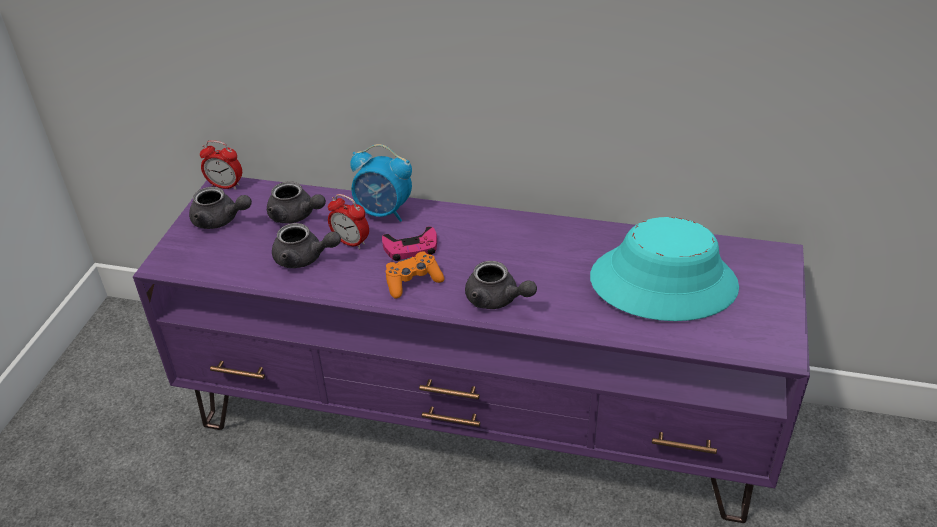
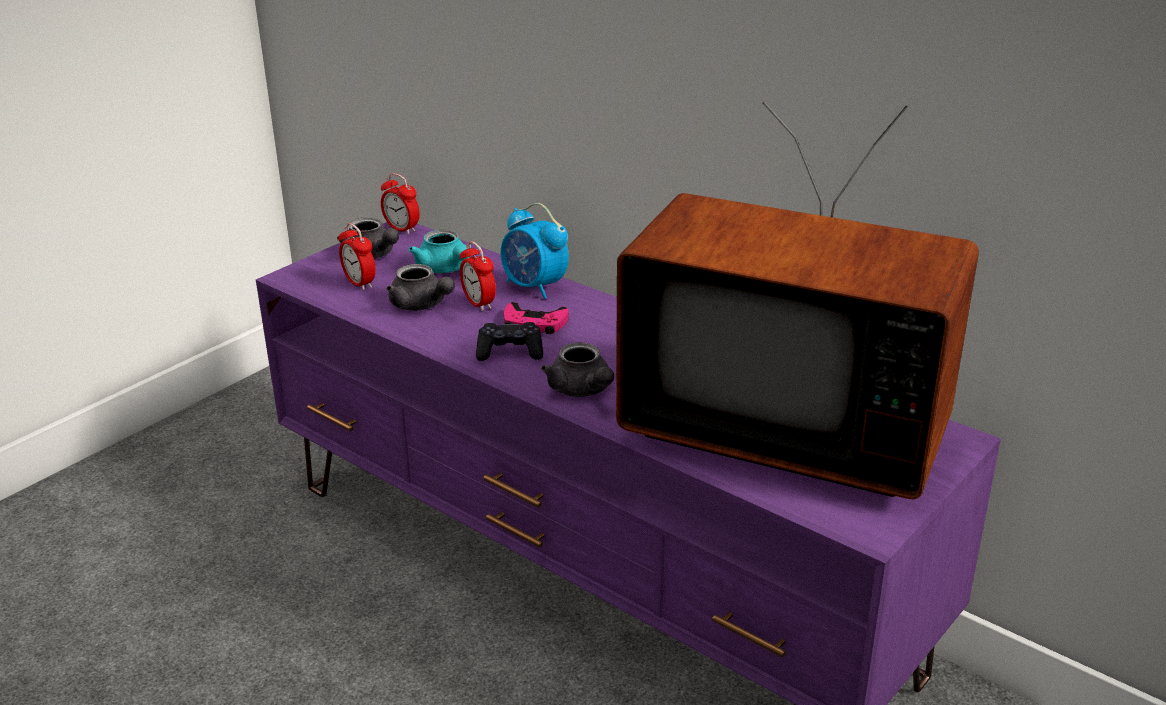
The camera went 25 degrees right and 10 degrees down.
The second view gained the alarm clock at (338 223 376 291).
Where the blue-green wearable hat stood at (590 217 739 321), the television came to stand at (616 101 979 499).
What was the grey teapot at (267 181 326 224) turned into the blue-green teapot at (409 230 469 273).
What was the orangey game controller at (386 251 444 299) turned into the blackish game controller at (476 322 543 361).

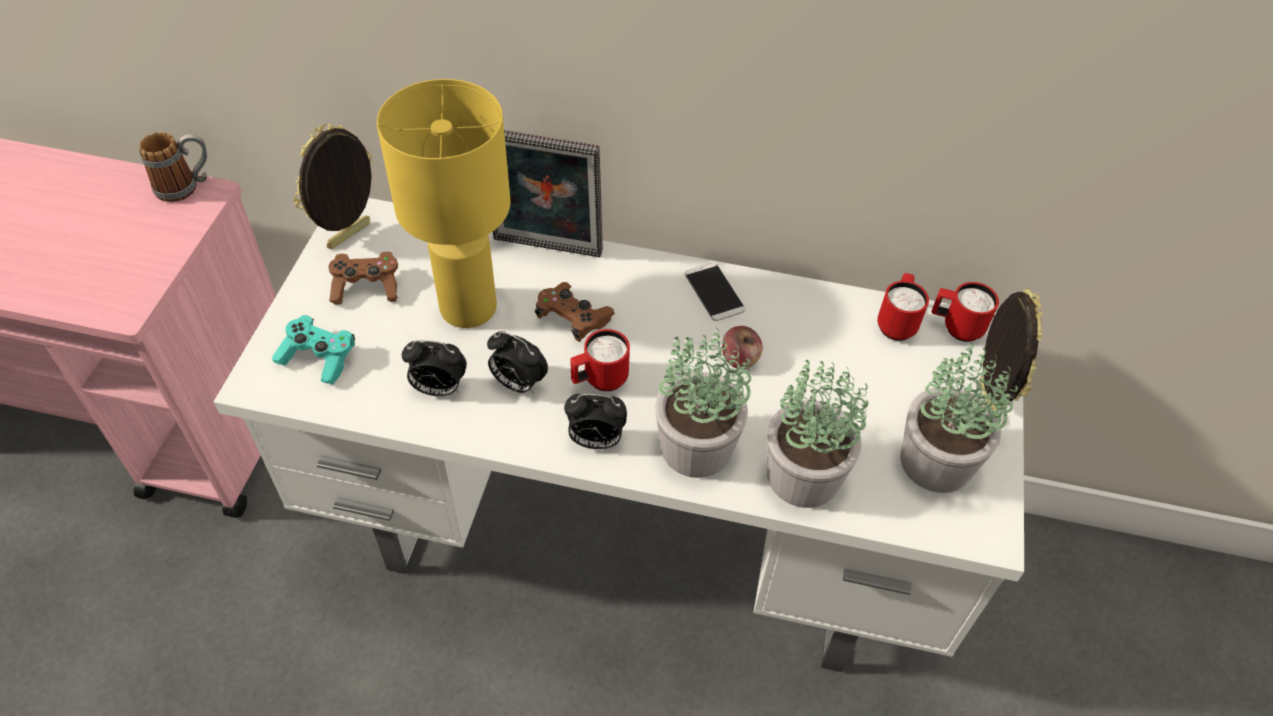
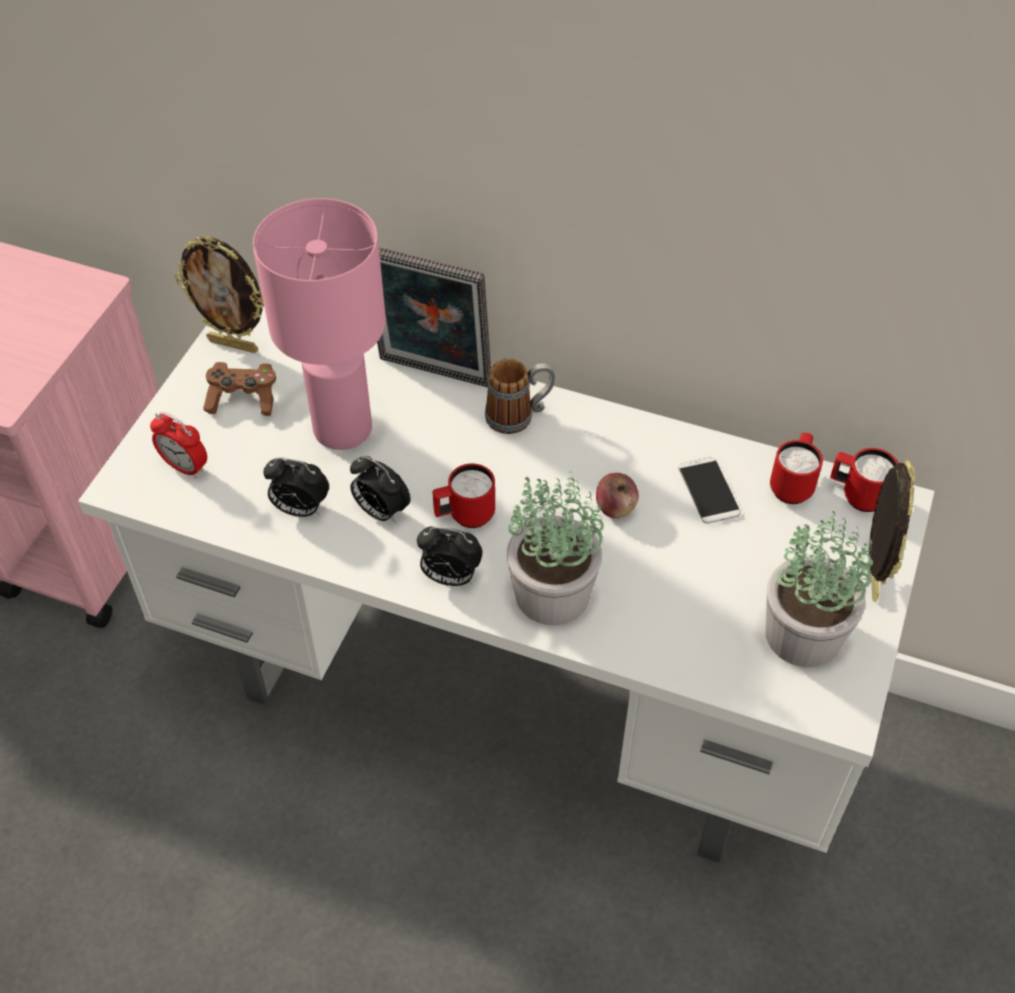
The camera went 10 degrees right and 0 degrees up.
The second view lost the brownish game controller at (535 282 615 342).
The second view lost the plant in a pot at (767 360 869 508).
The coffee mug ended up elsewhere, having gone from (139 132 207 202) to (485 359 555 434).
The phone ended up elsewhere, having gone from (685 263 745 321) to (678 457 741 524).
Where the blue-green game controller stood at (272 315 355 385), the alarm clock came to stand at (150 412 207 478).
What was the yellowish tabletop lamp at (377 79 511 328) turned into the pink tabletop lamp at (253 198 386 450).
The photo frame at (294 124 372 249) ended up facing another way, 120 degrees counterclockwise from before.

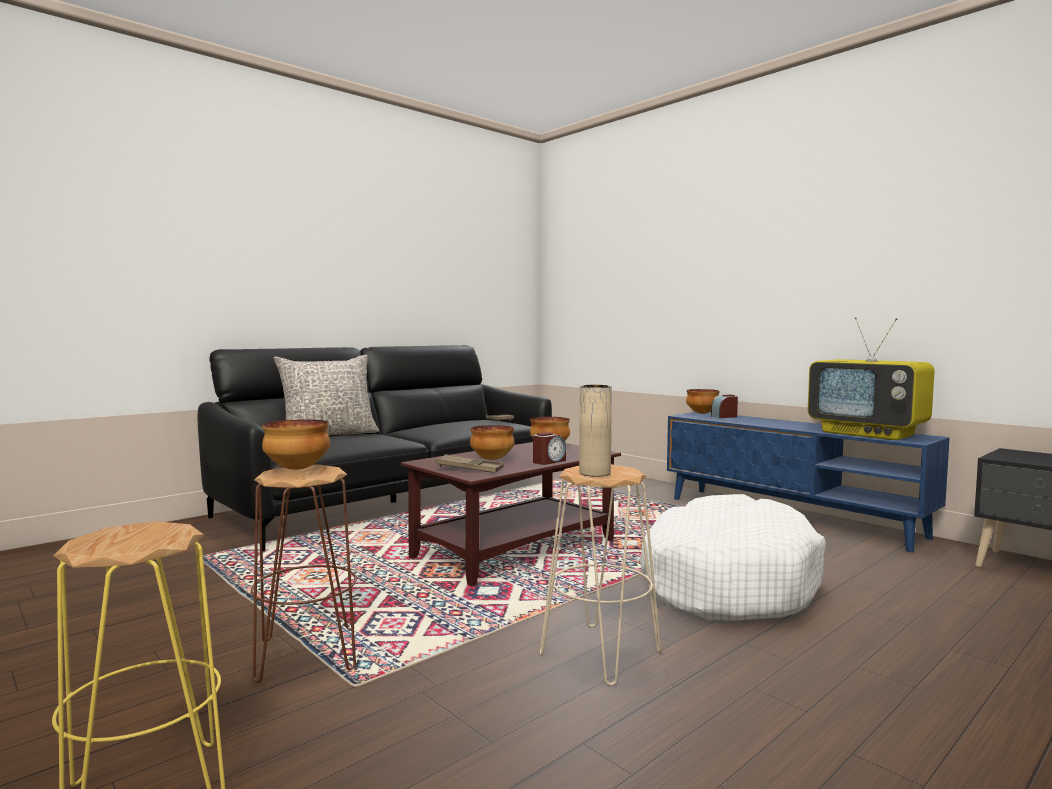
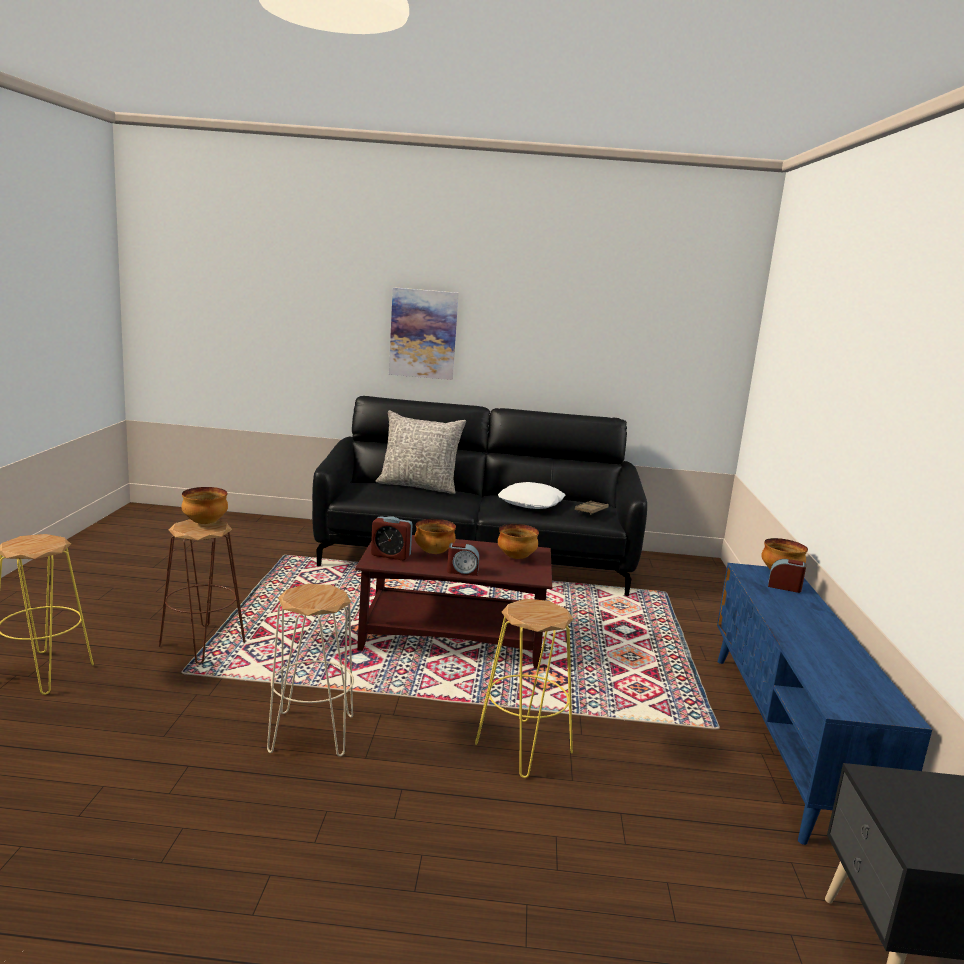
The camera went 45 degrees right and 10 degrees up.
The second view lost the beige decorative vase at (579 385 612 477).
The second view lost the television at (808 317 934 440).
The second view gained the picture at (389 287 459 380).
The second view gained the white-coloured pillow at (498 482 566 509).
Where the brownish serving tray stood at (435 454 503 472), the alarm clock came to stand at (371 516 413 560).
Where the white-coloured dog cushion stood at (640 494 826 621), the yellowish sitting stool came to stand at (475 599 573 778).

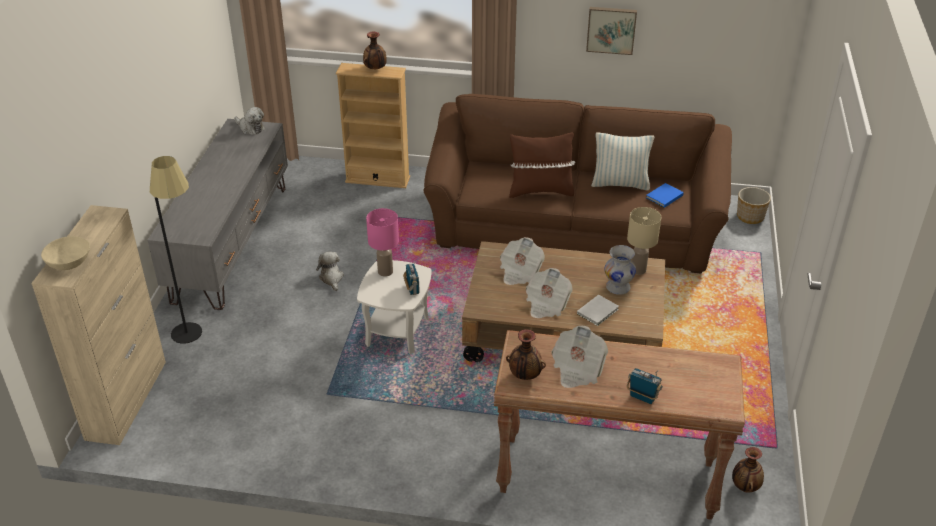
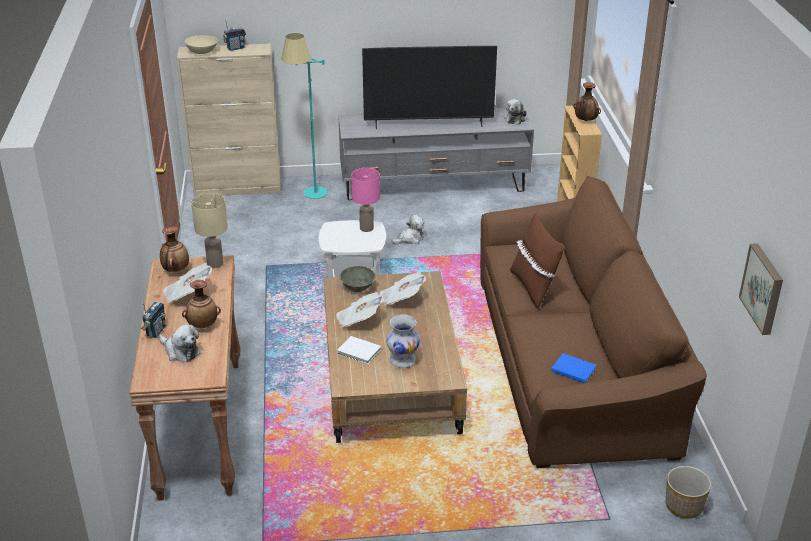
The camera went 75 degrees right and 5 degrees down.
The second view lost the pillow at (591 132 654 190).
The second view gained the cuddly toy at (159 324 201 363).
The second view gained the grey bowl at (340 266 376 293).
The second view gained the television at (362 46 497 129).
The radio ended up elsewhere, having gone from (403 264 419 295) to (224 20 246 51).
The picture ended up elsewhere, having gone from (586 7 637 55) to (739 243 783 335).
The beige tabletop lamp ended up elsewhere, having gone from (627 207 661 275) to (191 193 228 268).
The decorative vase ended up elsewhere, having gone from (732 447 764 493) to (182 280 221 328).
What was the blackish floor lamp at (150 156 202 344) turned into the blue-green floor lamp at (281 33 328 199).

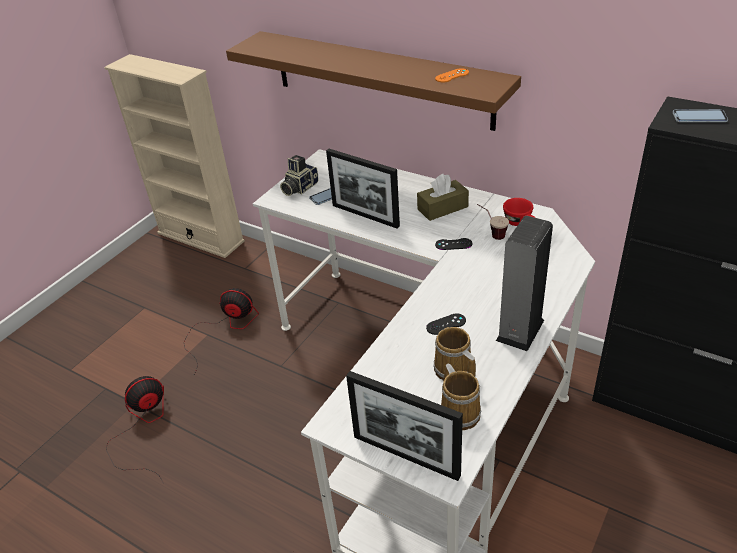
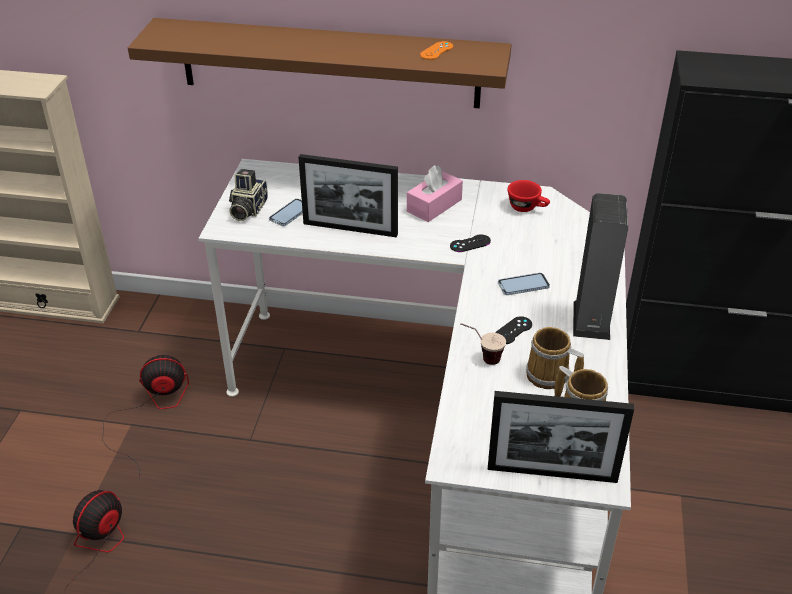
The camera went 25 degrees left and 0 degrees up.
The drinking cup ended up elsewhere, having gone from (477 204 509 240) to (460 323 506 365).
The phone ended up elsewhere, having gone from (673 109 728 122) to (498 273 550 295).
What was the brownish box of tissues at (417 174 469 221) turned into the pink box of tissues at (407 165 463 222).

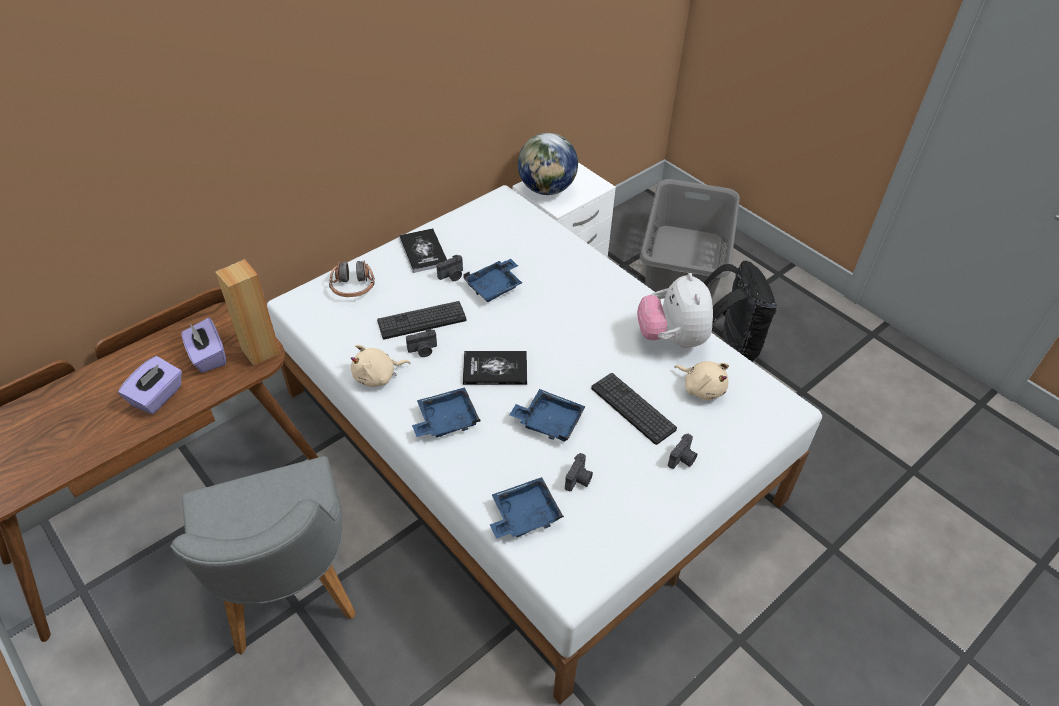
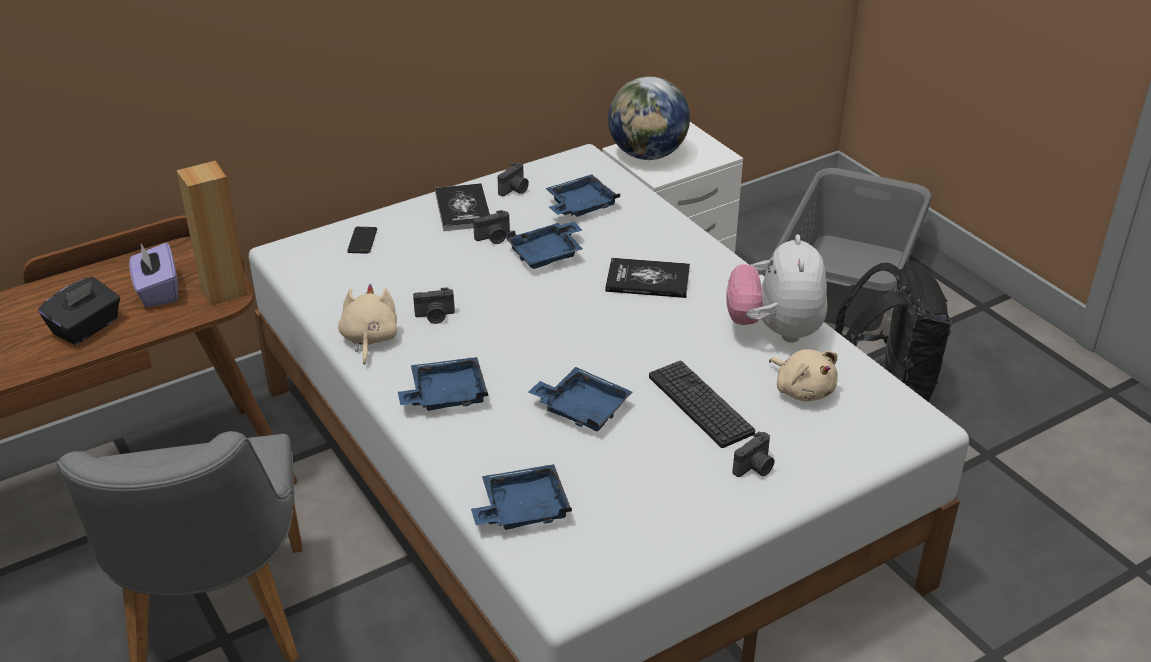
The camera went 10 degrees right and 10 degrees down.
The second view lost the PC keyboard at (377 301 466 339).
The second view gained the blue serving tray at (545 175 620 217).
The bound book ended up elsewhere, having gone from (463 351 527 385) to (605 258 690 298).
The still camera ended up elsewhere, having gone from (565 453 593 492) to (498 162 529 196).
Where the headset stood at (329 260 375 297), the phone came to stand at (347 227 377 254).
What was the purplish box of tissues at (118 356 182 414) turned into the blackish box of tissues at (38 277 120 345).
The beige cuddly toy at (351 344 411 387) ended up facing another way, 105 degrees clockwise from before.

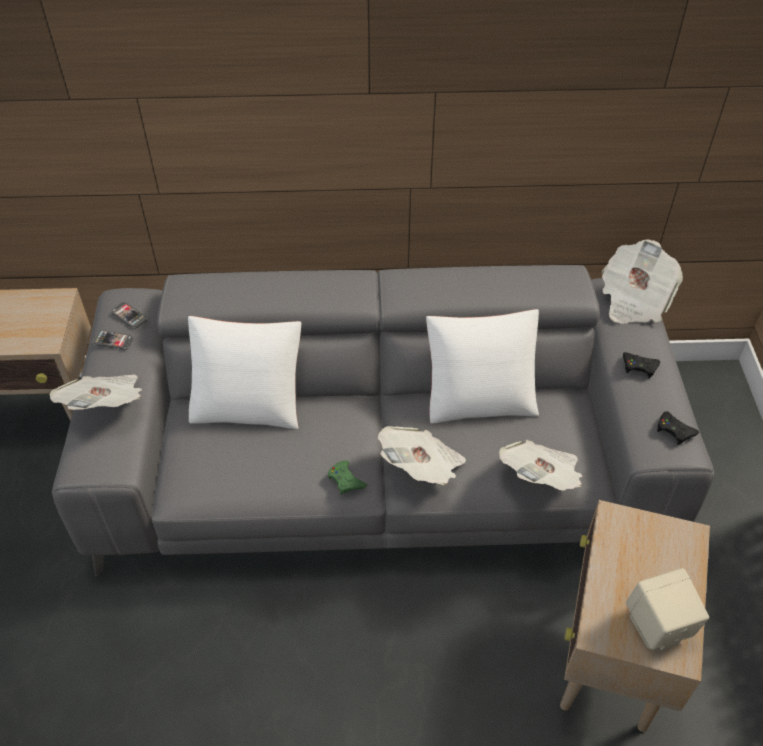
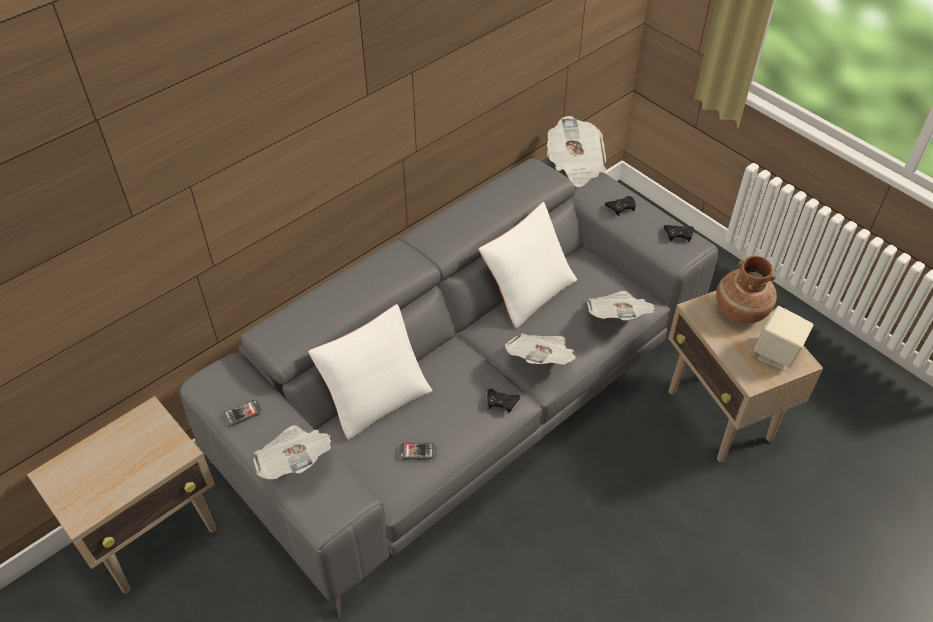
The camera went 40 degrees left and 0 degrees up.
The second view gained the brownish decorative vase at (716 256 777 324).
The phone ended up elsewhere, having gone from (111 302 147 329) to (399 442 436 460).
What was the green game controller at (328 461 367 495) turned into the blackish game controller at (487 388 520 413).

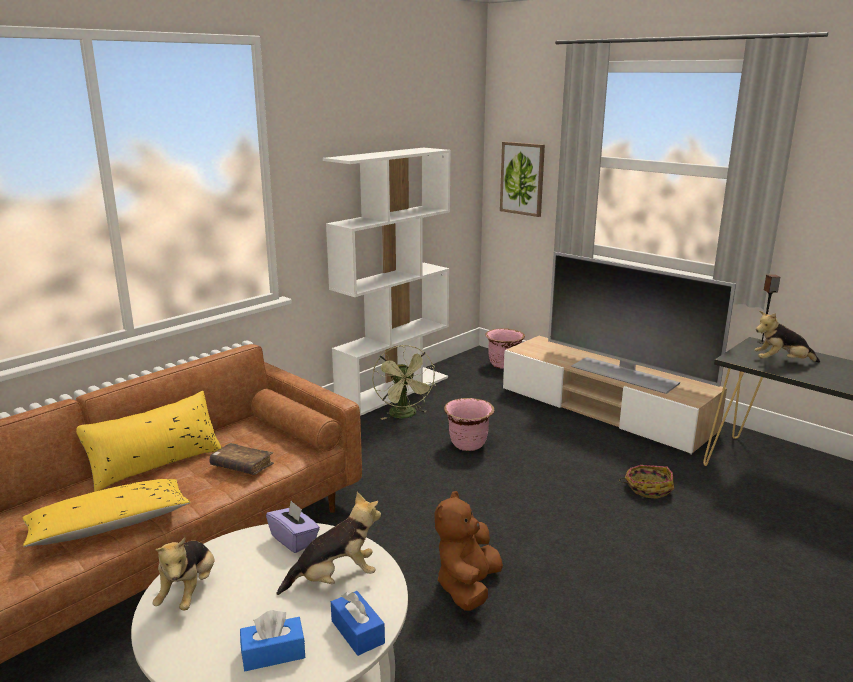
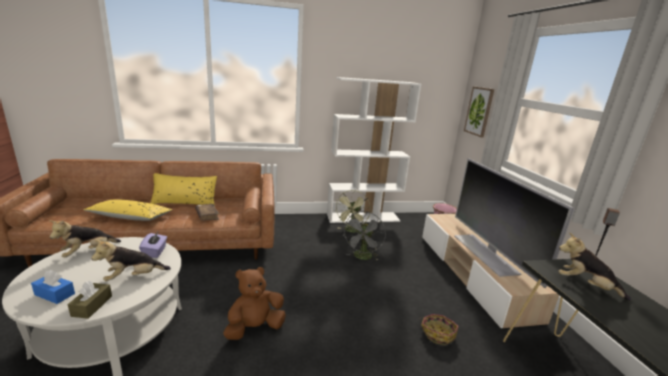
The camera went 35 degrees right and 0 degrees up.
Where the pink flower pot stood at (444 398 494 451), the grey fan came to stand at (342 211 386 260).
What was the blue box of tissues at (331 591 385 656) turned into the brownish box of tissues at (68 281 112 319).
The cuddly toy at (277 492 381 595) ended up facing another way, 135 degrees clockwise from before.

